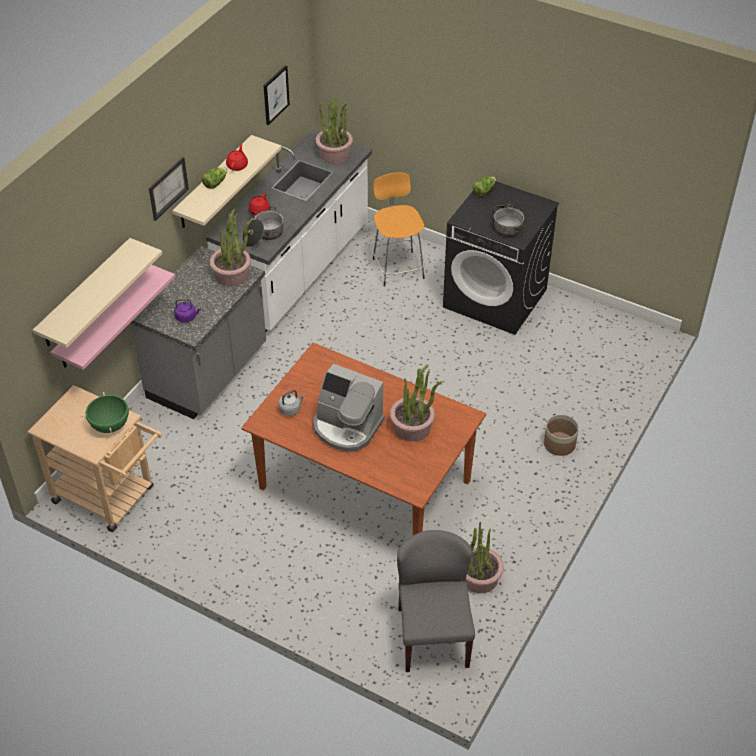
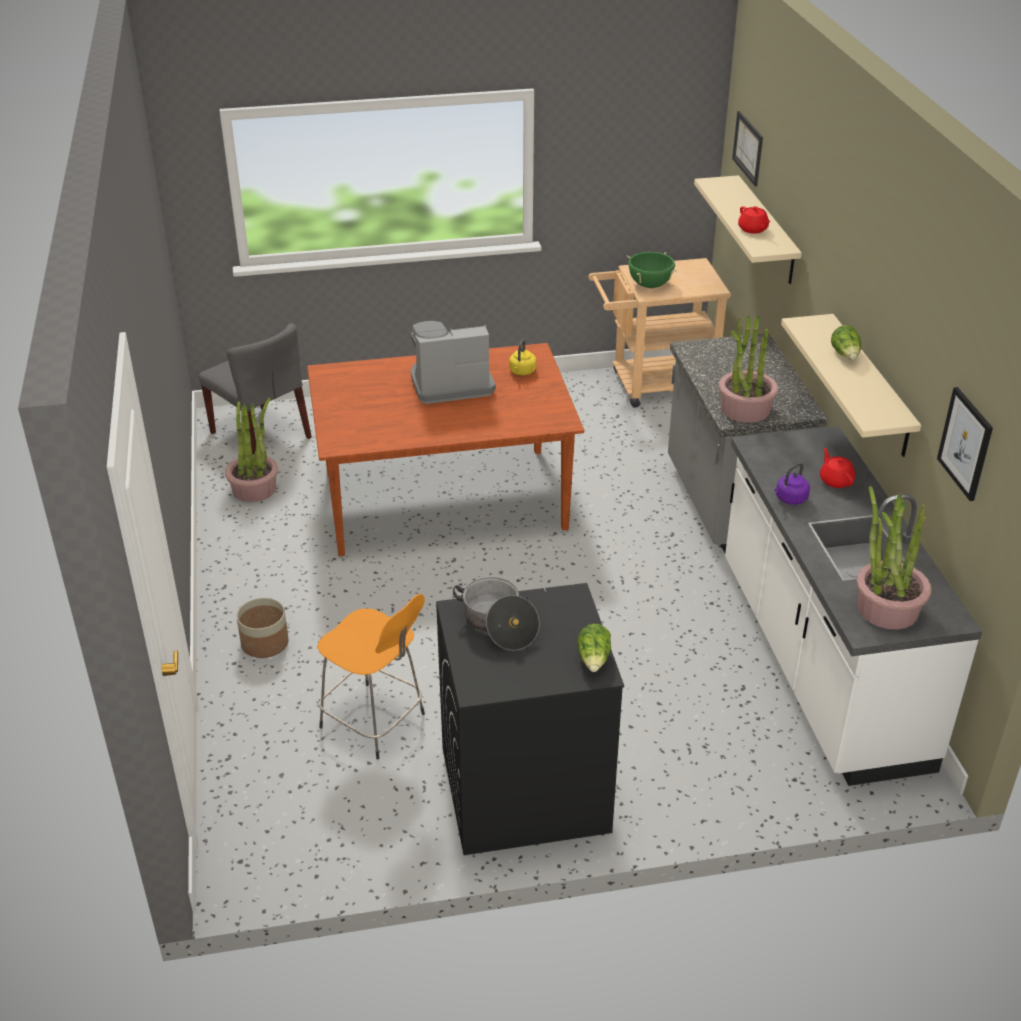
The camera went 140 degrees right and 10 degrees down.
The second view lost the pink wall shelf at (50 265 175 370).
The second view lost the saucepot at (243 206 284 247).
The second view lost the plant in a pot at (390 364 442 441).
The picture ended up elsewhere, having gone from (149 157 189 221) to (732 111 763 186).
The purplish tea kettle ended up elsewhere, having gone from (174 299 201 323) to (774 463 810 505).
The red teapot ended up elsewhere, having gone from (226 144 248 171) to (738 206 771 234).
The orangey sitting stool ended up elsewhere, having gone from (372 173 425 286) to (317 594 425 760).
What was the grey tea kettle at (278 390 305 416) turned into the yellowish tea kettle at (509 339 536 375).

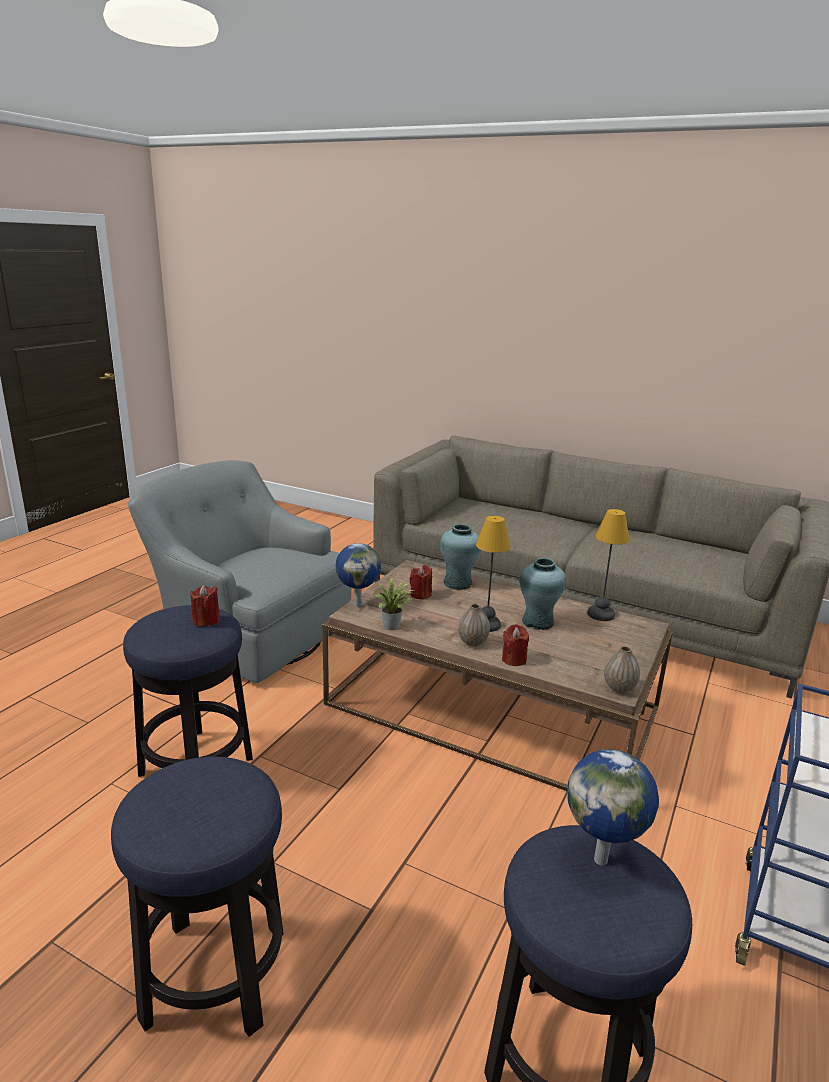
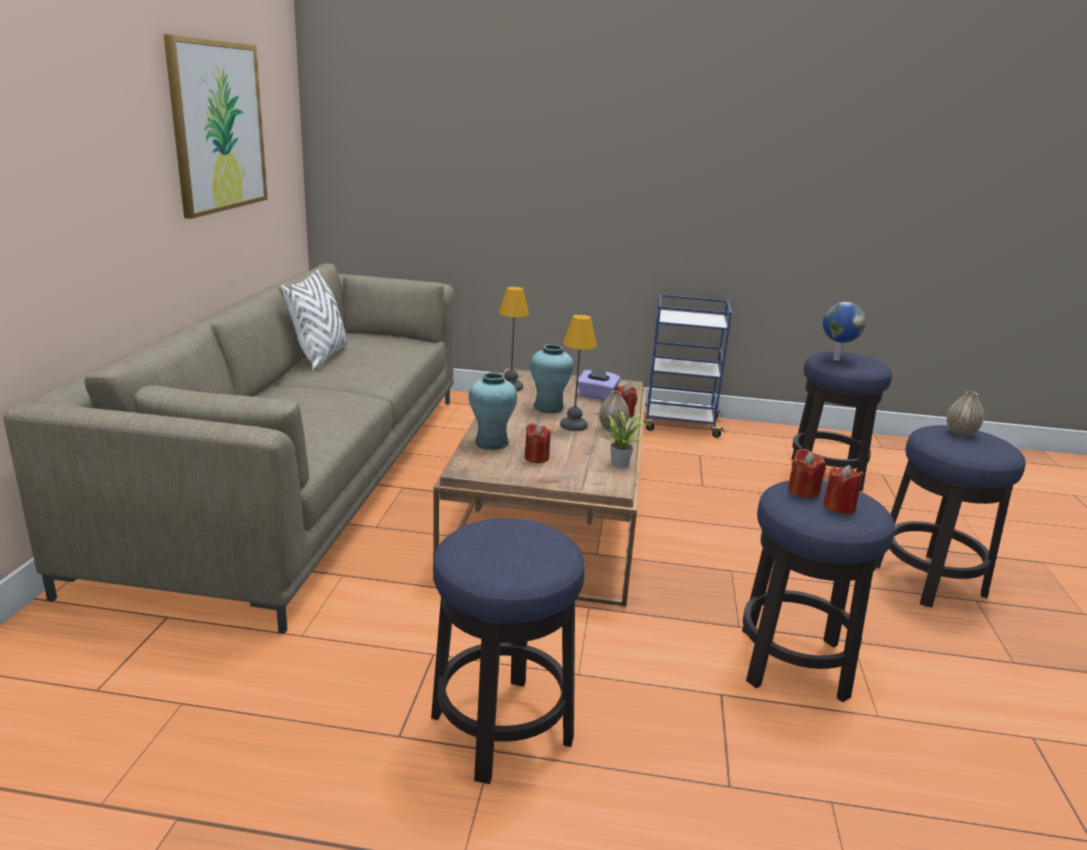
The camera went 110 degrees left and 0 degrees up.
The second view lost the globe at (336 543 381 607).
The second view gained the picture at (163 34 268 219).
The second view gained the white-coloured pillow at (281 269 347 371).
The second view gained the purplish box of tissues at (578 367 621 400).
The second view gained the red wax candle at (823 465 864 514).
The decorative vase ended up elsewhere, having gone from (604 646 640 693) to (947 391 984 437).
Where the grey easy chair stood at (128 460 351 683), the sitting stool came to stand at (431 518 585 784).

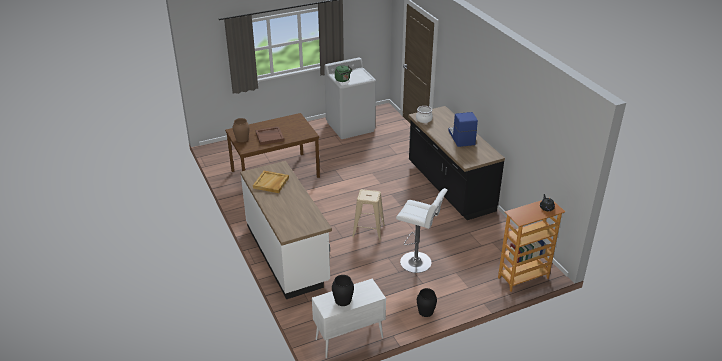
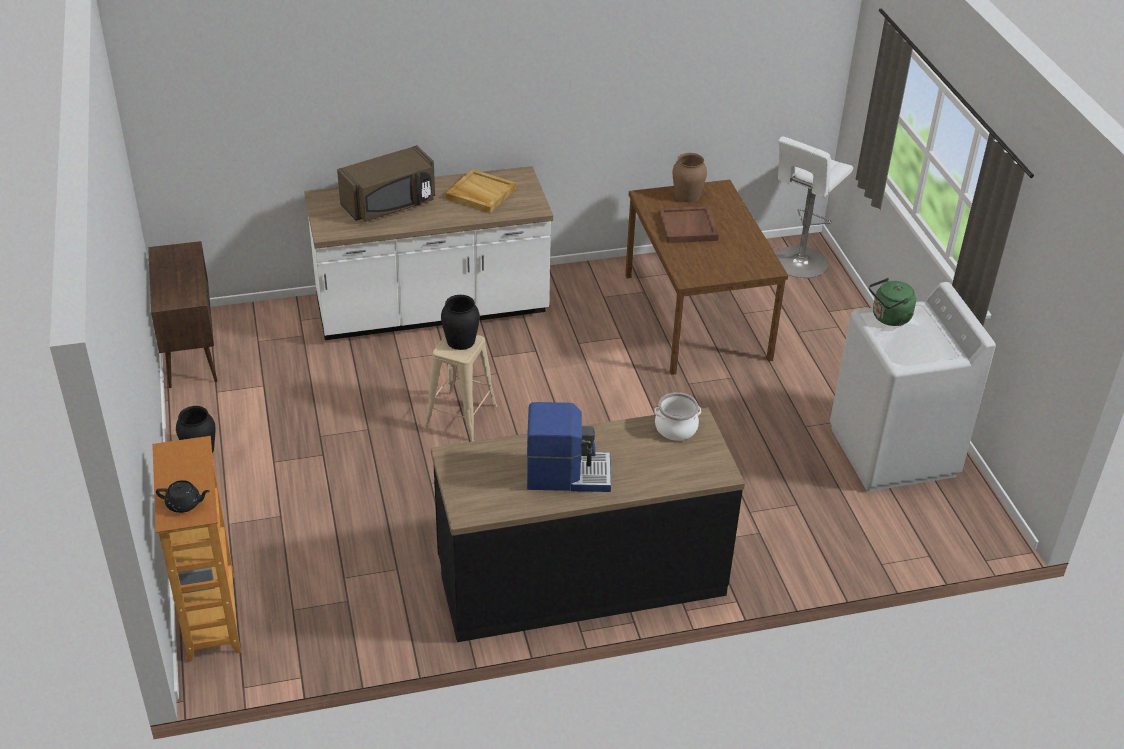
The camera went 100 degrees right and 5 degrees up.
The second view gained the brownish kitchen microwave at (337 145 435 222).
The blackish decorative vase ended up elsewhere, having gone from (332 275 354 306) to (441 295 480 350).
The white-coloured sitting stool ended up elsewhere, having gone from (396 188 448 273) to (775 136 853 278).
What was the white-coloured storage cabinet at (312 278 386 358) turned into the brownish storage cabinet at (148 241 217 388).

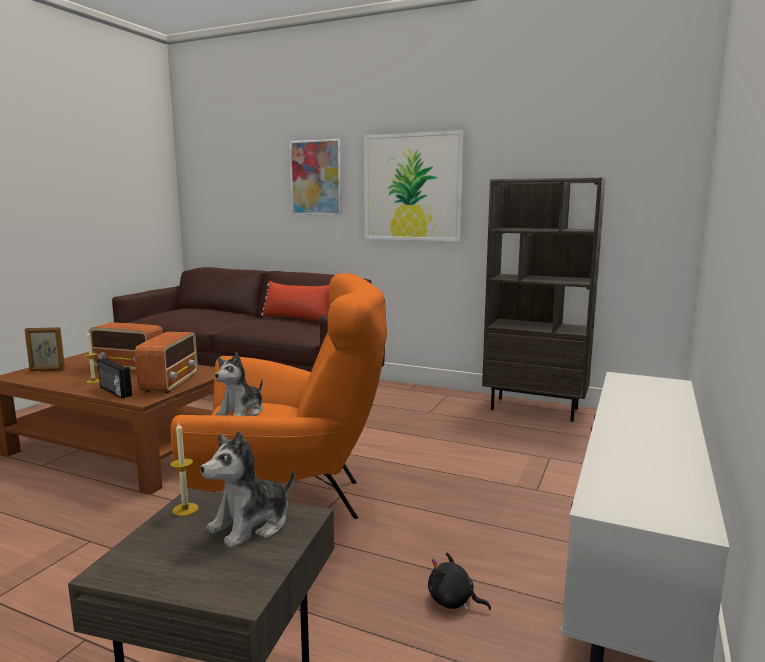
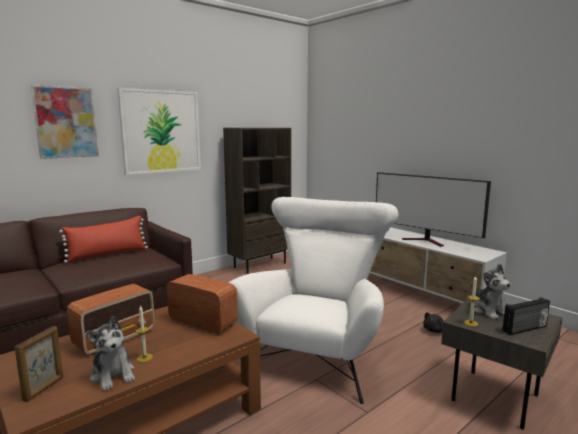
The camera went 65 degrees left and 0 degrees up.
The second view gained the television at (376 172 491 247).
The radio ended up elsewhere, having gone from (97 358 132 398) to (502 298 550 335).
The cuddly toy ended up elsewhere, having gone from (215 352 263 416) to (86 316 135 391).
What was the orangey easy chair at (171 273 387 519) turned into the white-coloured easy chair at (229 197 398 404).

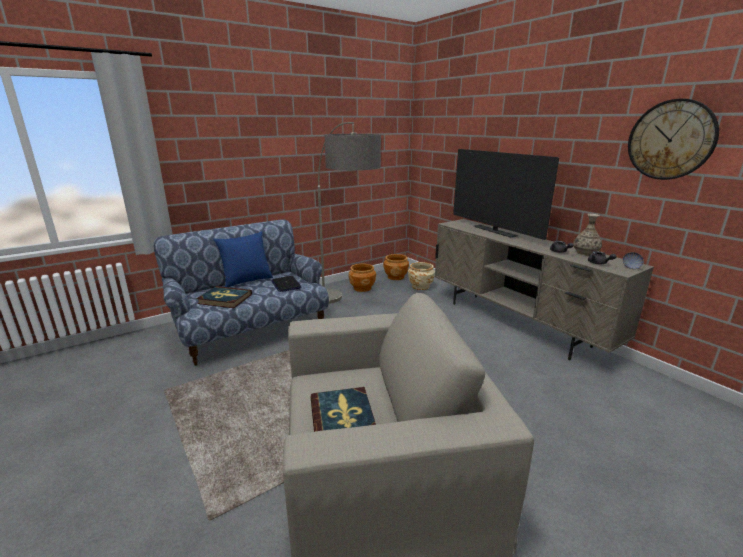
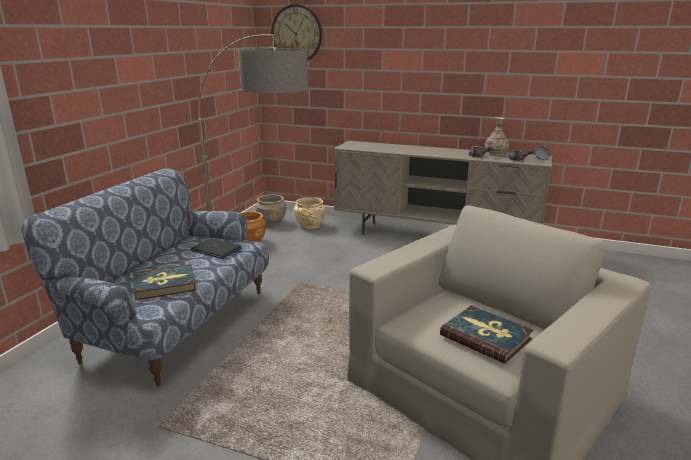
The camera went 35 degrees left and 0 degrees up.
The second view lost the blue pillow at (213 231 273 287).
The second view lost the television at (453 149 559 240).
The hanging clock ended up elsewhere, having gone from (628 98 719 180) to (271 4 322 61).
What was the brownish flower pot at (383 254 409 280) turned into the grey flower pot at (255 194 286 226).

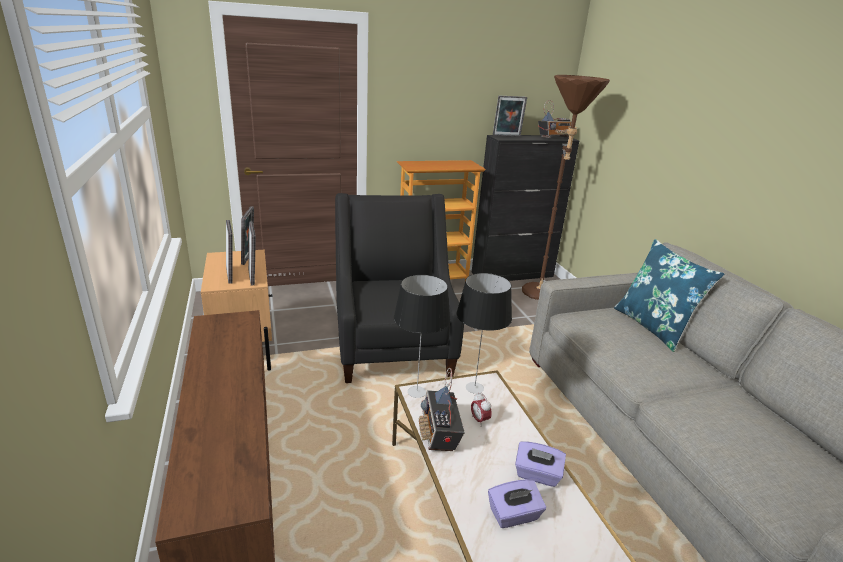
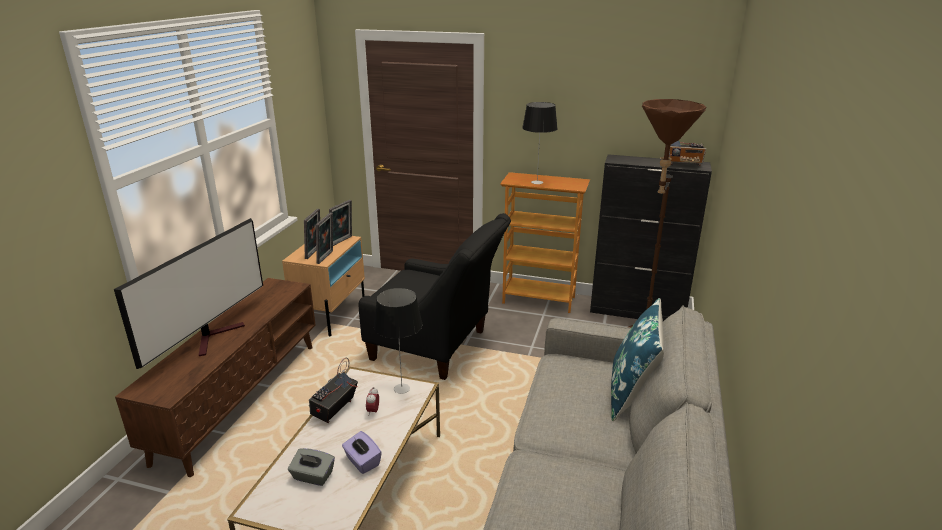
The camera went 35 degrees right and 0 degrees up.
The second view lost the photo frame at (493 96 527 137).
The second view gained the television at (114 218 263 369).
The tabletop lamp ended up elsewhere, having gone from (394 275 450 398) to (522 102 558 184).
What was the purplish box of tissues at (488 479 546 528) turned into the grey box of tissues at (288 448 335 486).
The blackish easy chair at (335 193 464 383) ended up facing another way, 90 degrees clockwise from before.

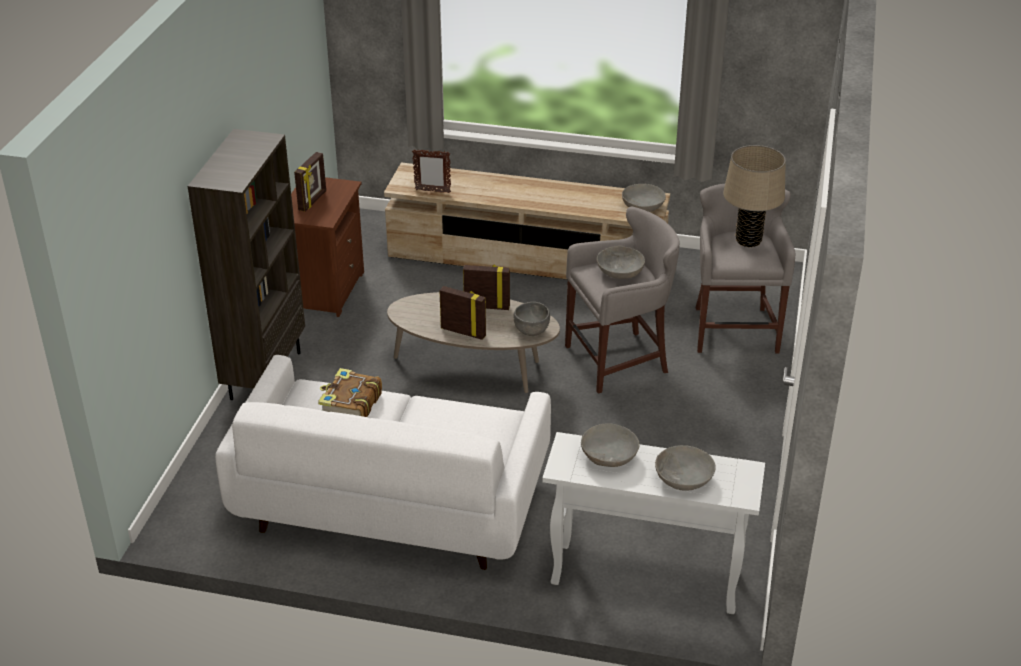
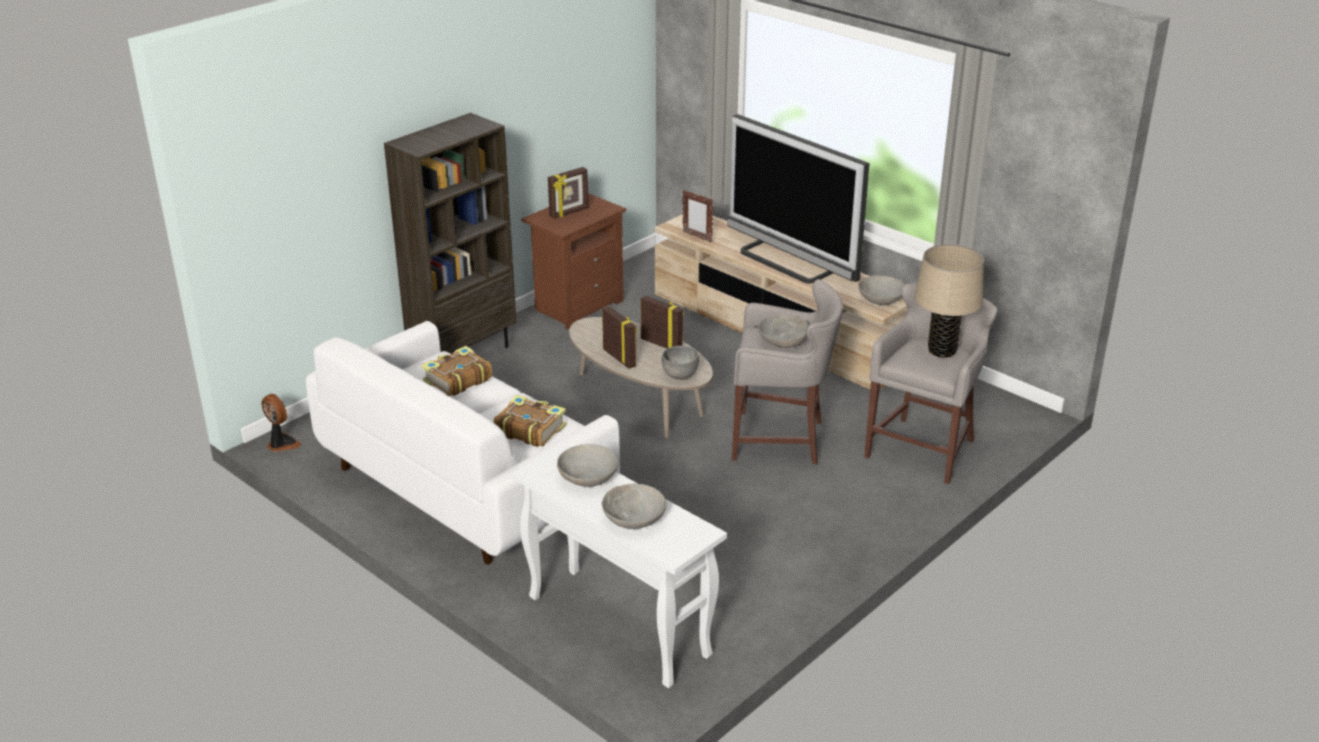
The camera went 30 degrees right and 5 degrees down.
The second view gained the fan at (262 394 302 452).
The second view gained the bound book at (494 395 566 447).
The second view gained the television at (727 114 870 284).

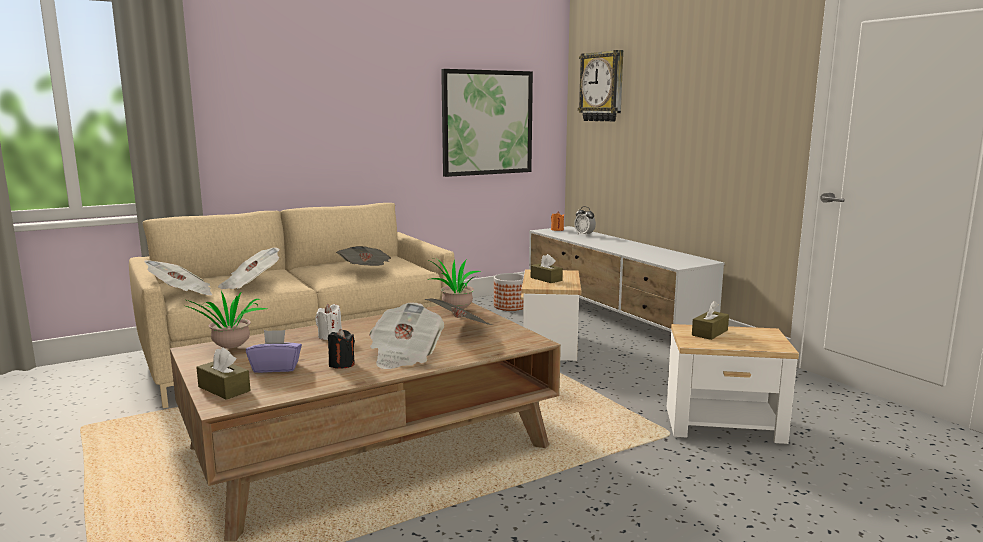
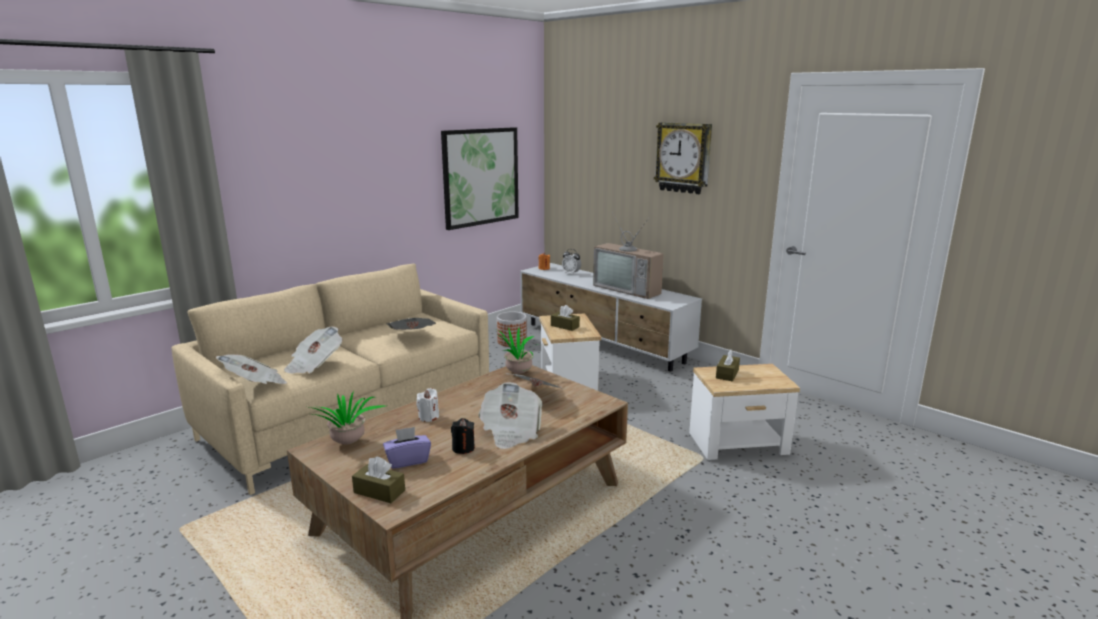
The camera went 15 degrees left and 5 degrees up.
The second view gained the television at (593 212 664 299).
The hanging clock ended up elsewhere, having gone from (578 50 623 122) to (654 122 712 194).

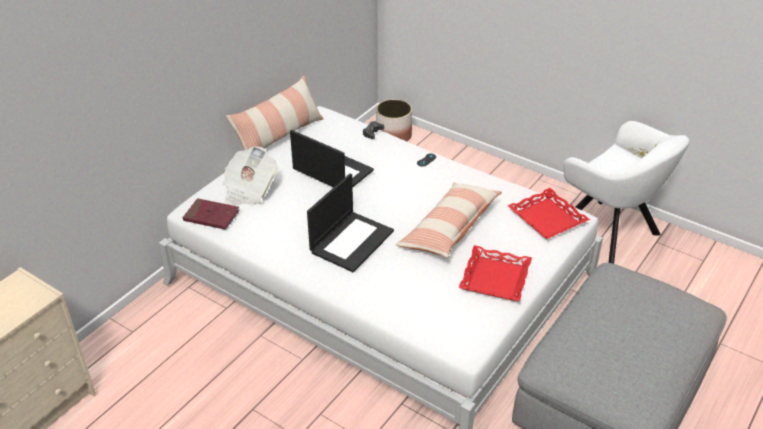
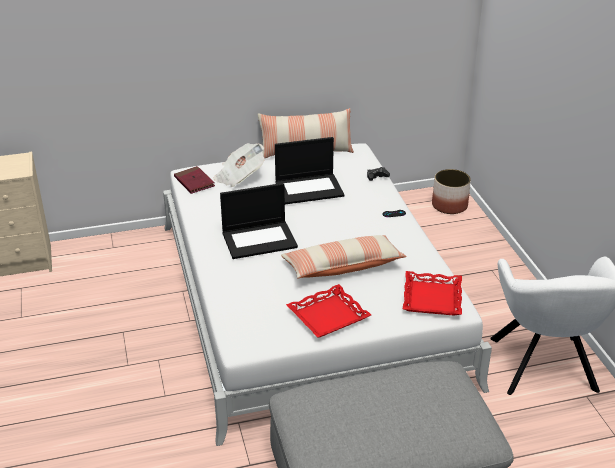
The camera went 40 degrees right and 5 degrees down.
The portable computer at (290 130 374 187) ended up facing another way, 90 degrees clockwise from before.

